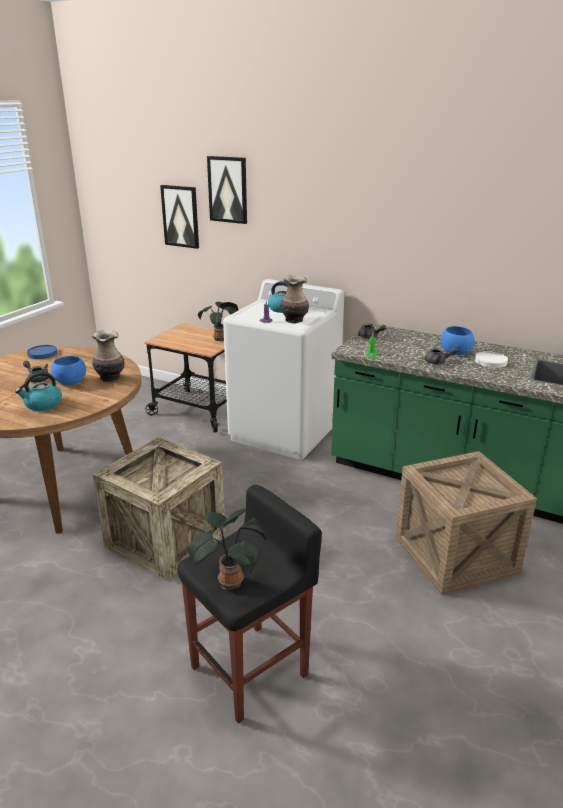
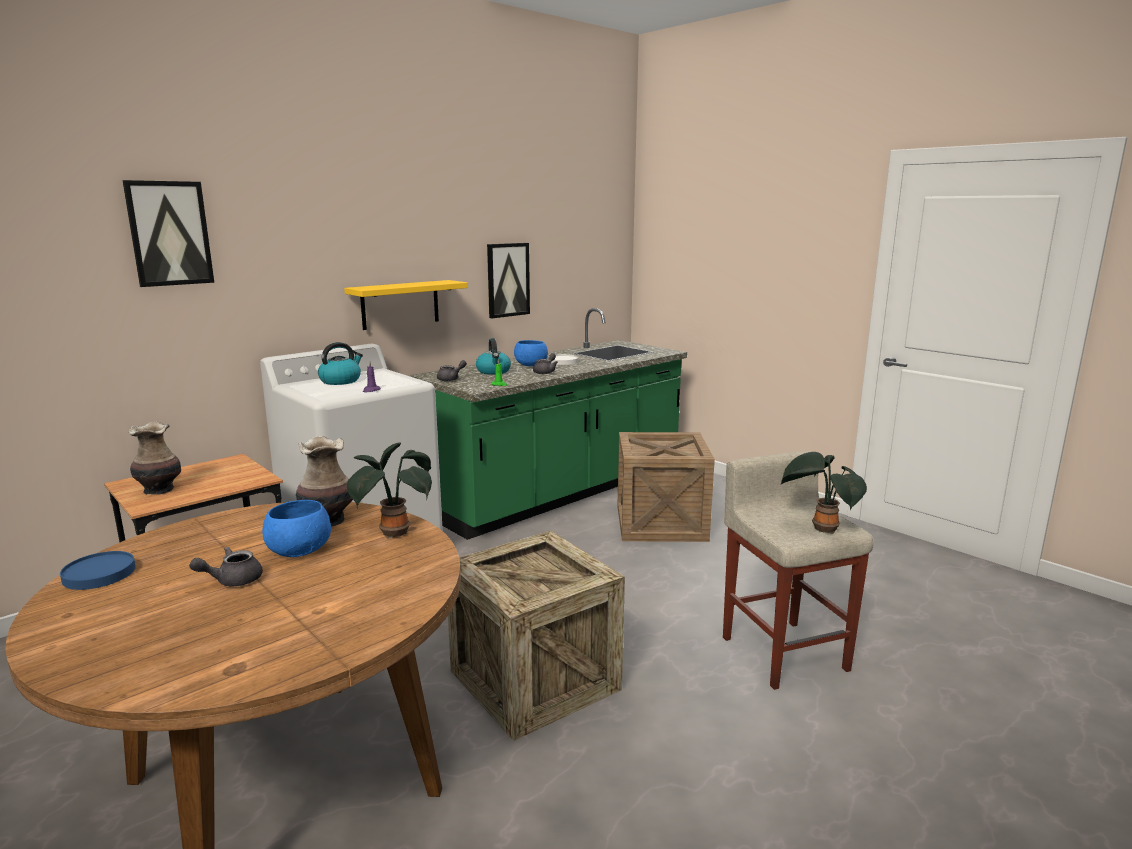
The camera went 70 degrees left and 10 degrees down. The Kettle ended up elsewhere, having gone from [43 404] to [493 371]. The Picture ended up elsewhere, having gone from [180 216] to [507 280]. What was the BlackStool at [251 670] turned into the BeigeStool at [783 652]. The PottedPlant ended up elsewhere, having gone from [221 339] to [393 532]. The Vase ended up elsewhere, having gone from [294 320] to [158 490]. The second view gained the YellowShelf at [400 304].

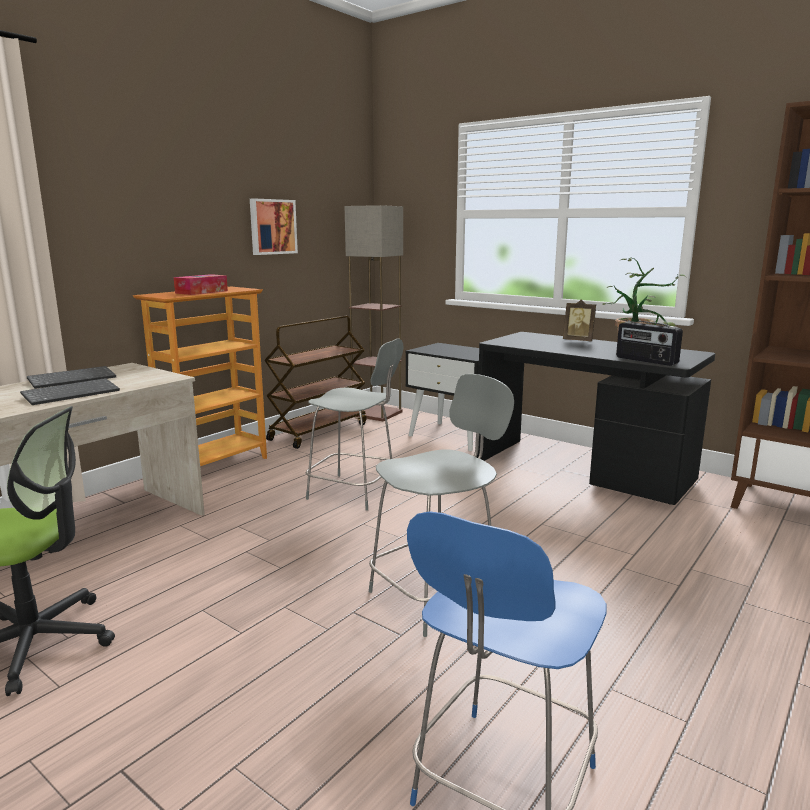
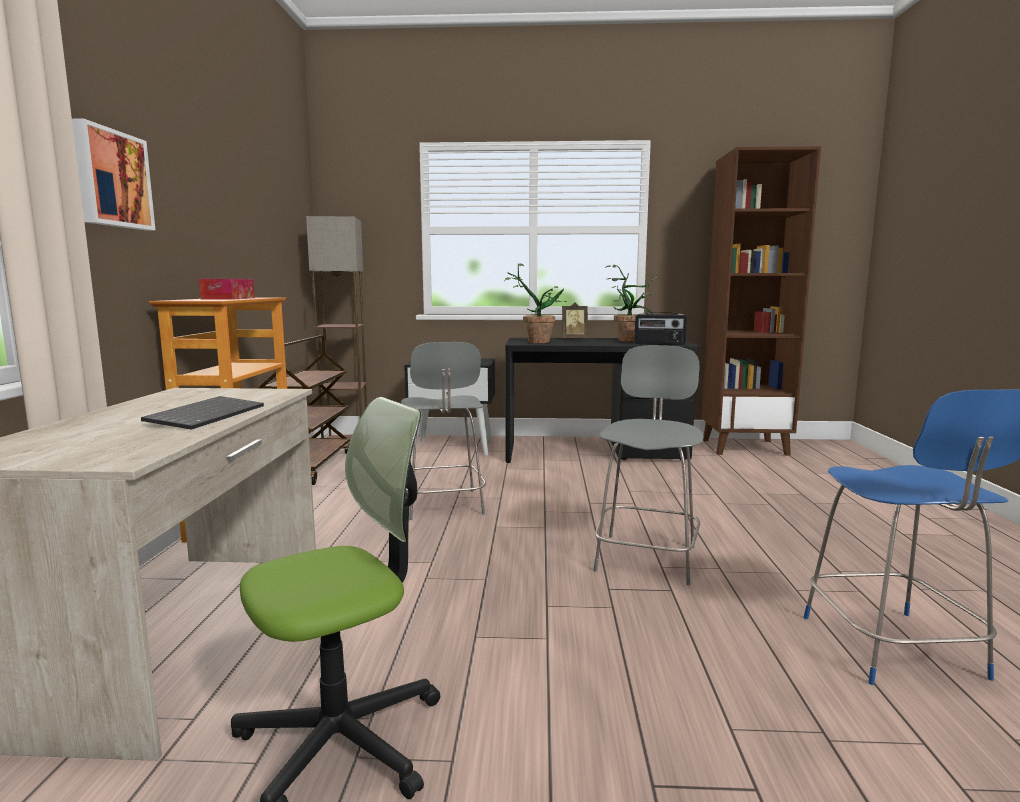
The camera went 35 degrees left and 5 degrees down. The second view lost the Keyboard at [73 379]. The Picture ended up elsewhere, having gone from [272 227] to [111 179]. The GreyChair at [355 492] ended up facing another way, 90 degrees clockwise from before. The second view gained the PottedPlant at [533 342].

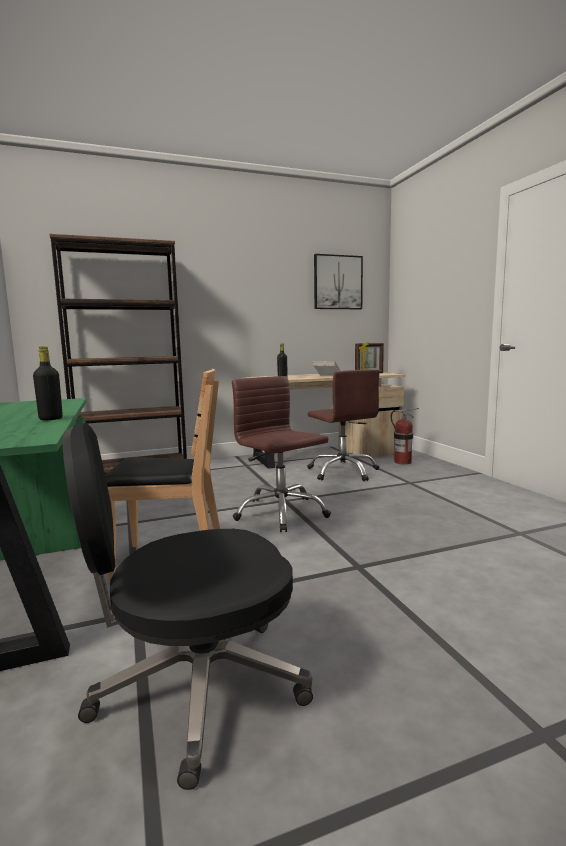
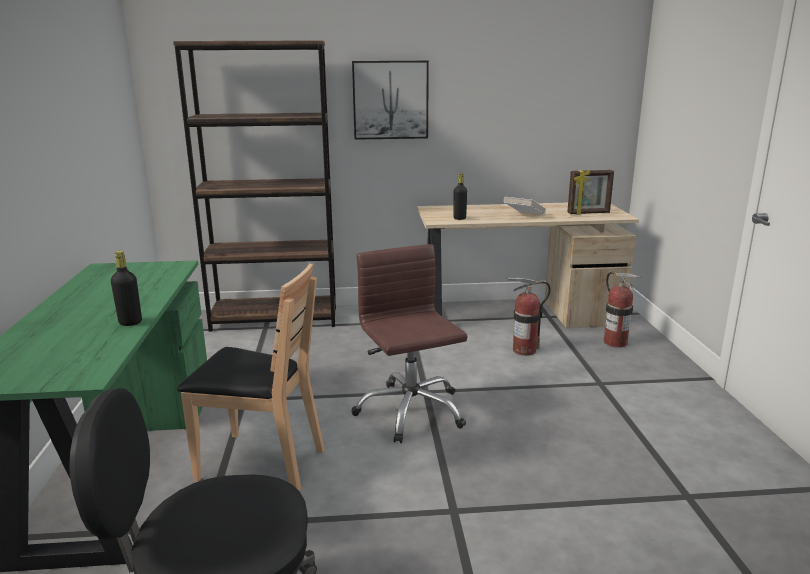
The camera went 15 degrees right and 10 degrees up. Where the BrownOfficeChair stood at [343 472], the FireExtinguisher came to stand at [524 350]. The Picture ended up elsewhere, having gone from [337 282] to [390 100].

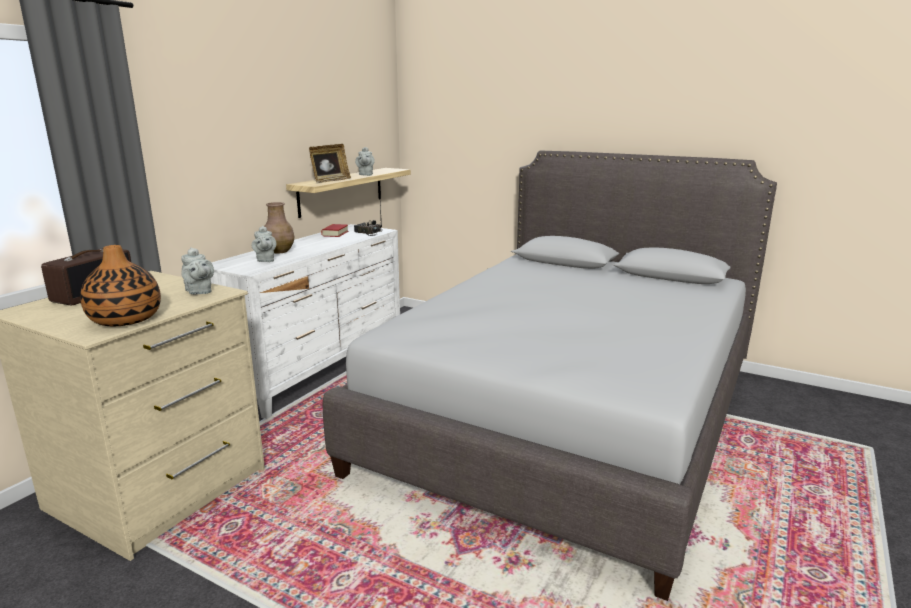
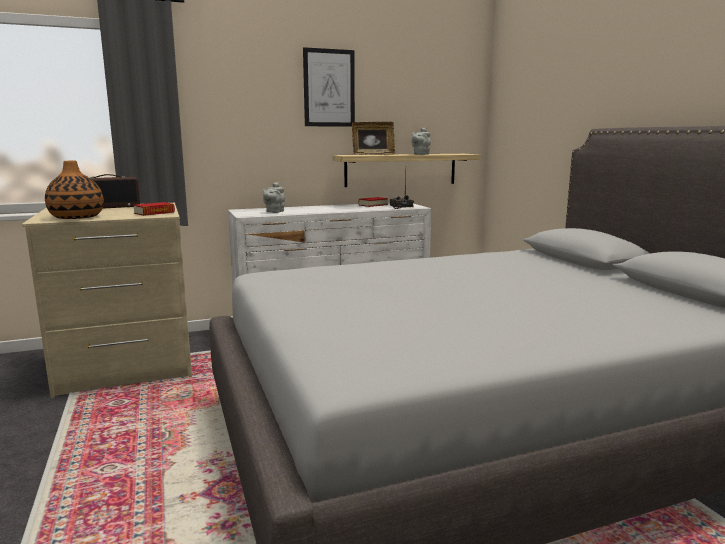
The camera went 40 degrees right and 5 degrees down. Where the GreyTeapot stood at [199 292], the Book came to stand at [154 213]. The second view lost the BrownVase at [280 251]. The second view gained the Picture at [329 88].

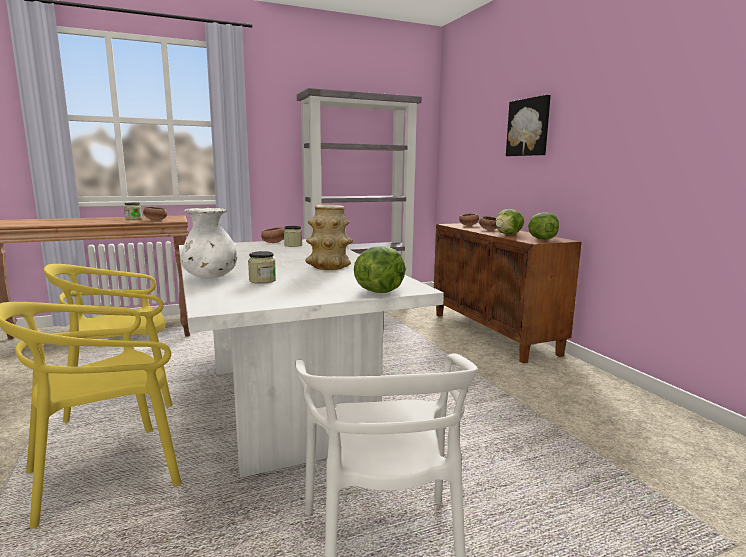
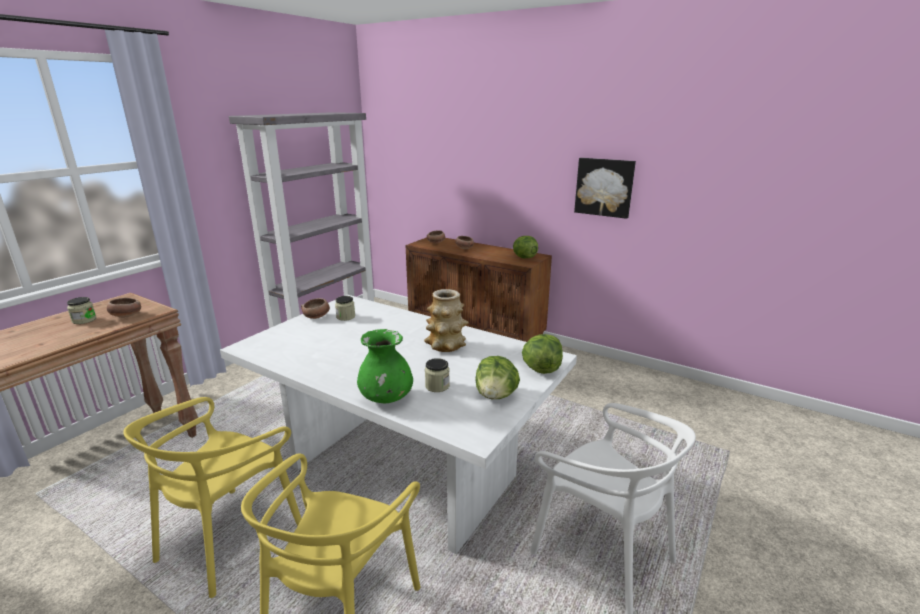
The camera went 35 degrees left and 10 degrees up. What was the WhiteVase at [210 278] turned into the GreenVase at [386 398]. The Lettuce ended up elsewhere, having gone from [508 234] to [496 396]. The Picture ended up elsewhere, having gone from [529 127] to [604 187].

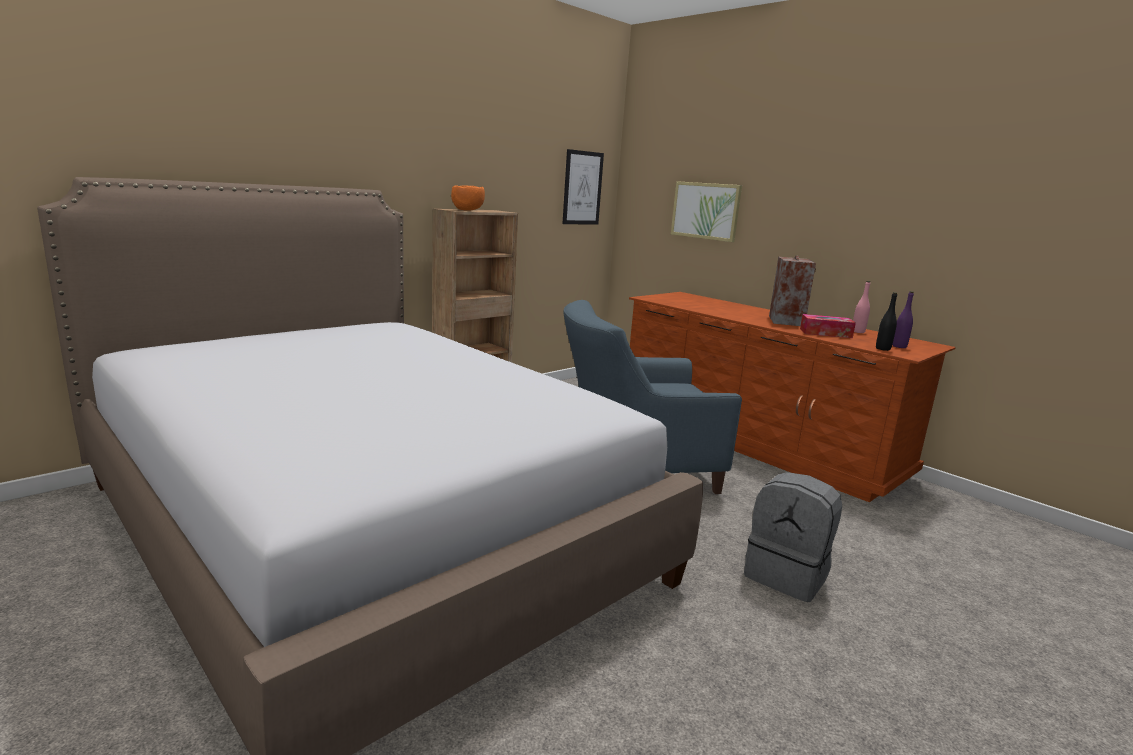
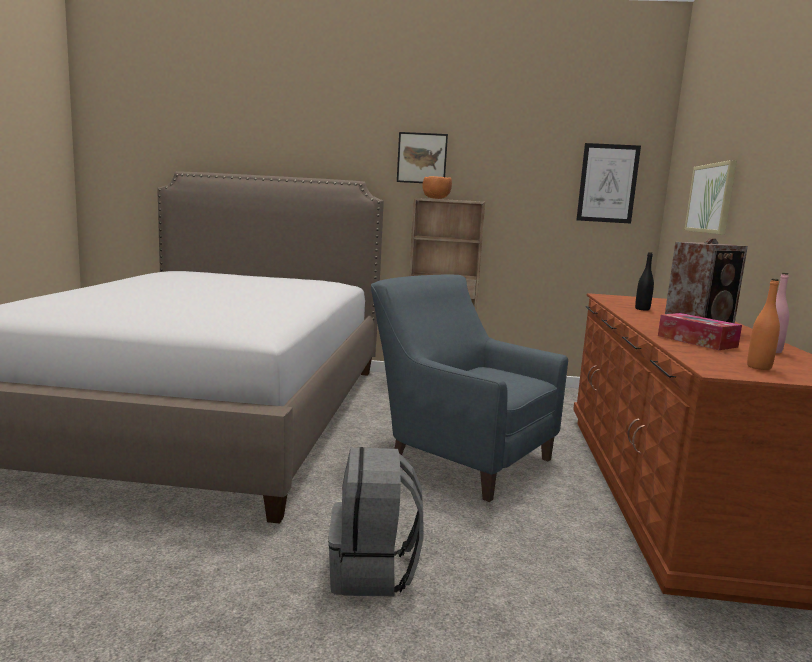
The camera went 50 degrees right and 5 degrees down. The BlackBottle ended up elsewhere, having gone from [883 349] to [642 309]. What was the PurpleBottle at [899 346] turned into the OrangeBottle at [759 367]. The second view gained the Picture at [422 158].

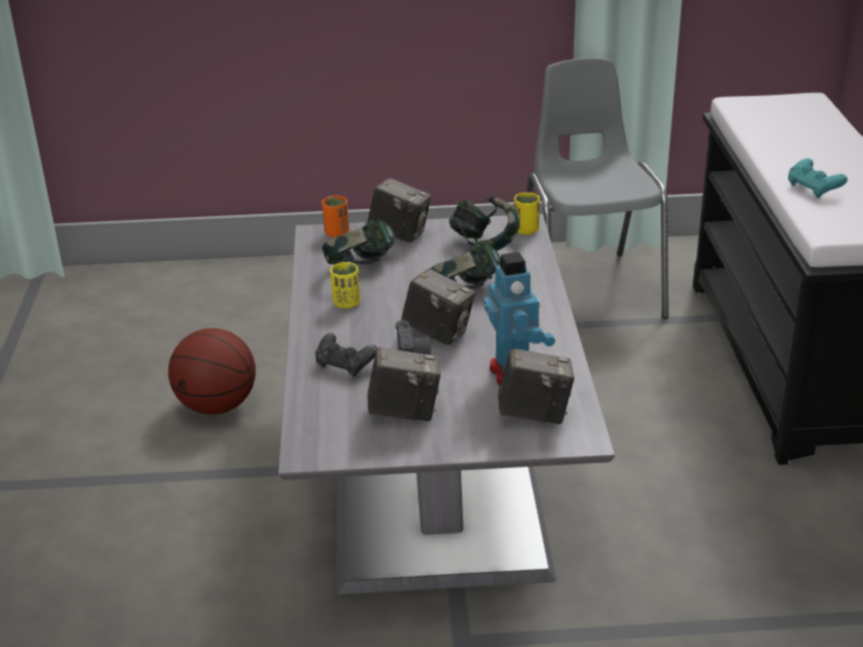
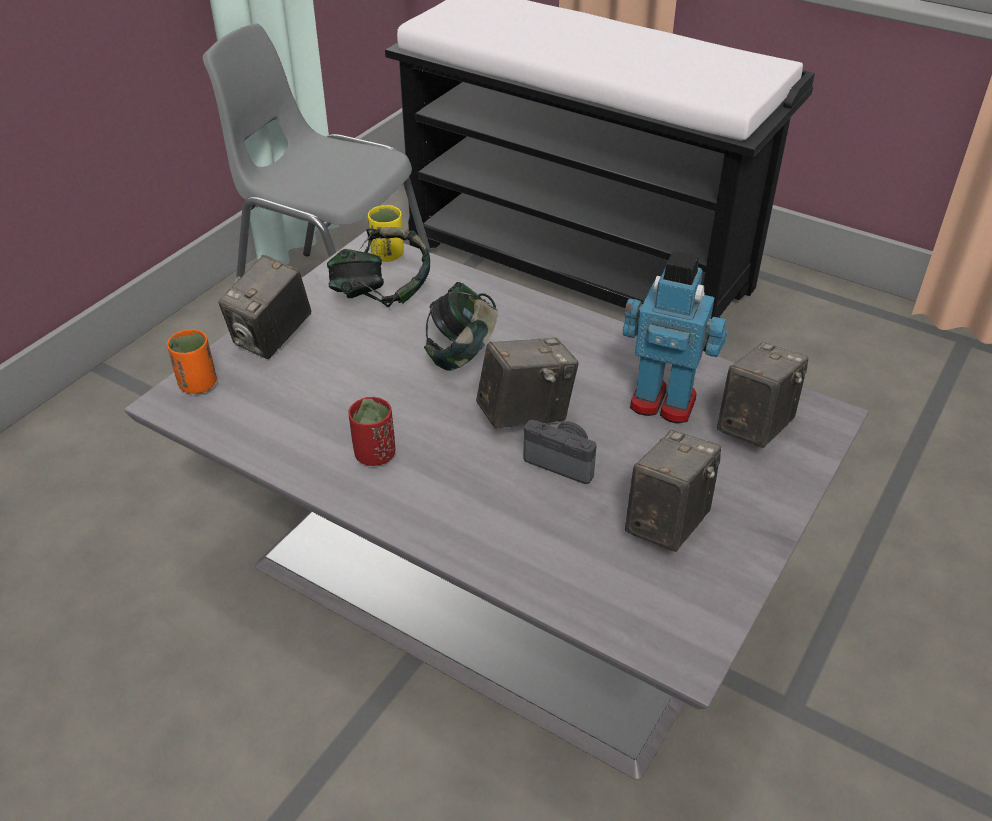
The camera went 55 degrees left and 10 degrees up. The second view lost the Basketball at [217 406]. The second view lost the BlackGameController at [345 366]. The second view lost the Headphones at [360 267]. What was the YellowCup at [346 303] turned into the RedCup at [375 455]. The PhotoCamera at [400 234] ended up facing another way, 150 degrees clockwise from before. The second view lost the TurquoiseGameController at [813 189].

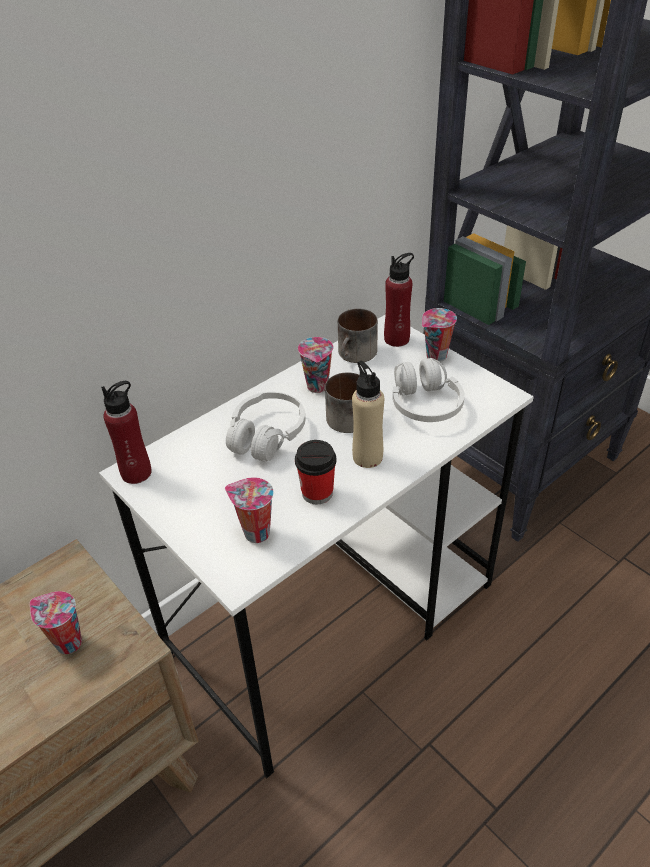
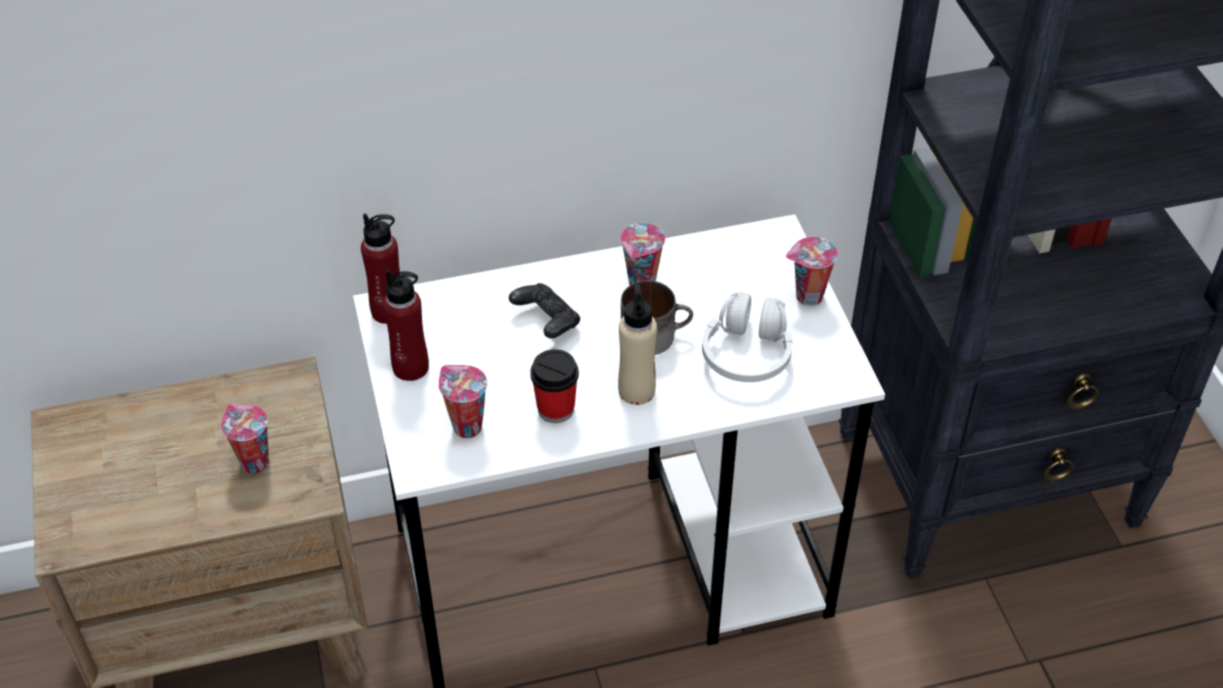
The camera went 25 degrees right and 5 degrees up. Where the WhiteHeadphones stood at [267 435], the BlackGameController came to stand at [546 321]. The second view lost the Mug at [356 355]. The RedBottle ended up elsewhere, having gone from [397 339] to [411 367].

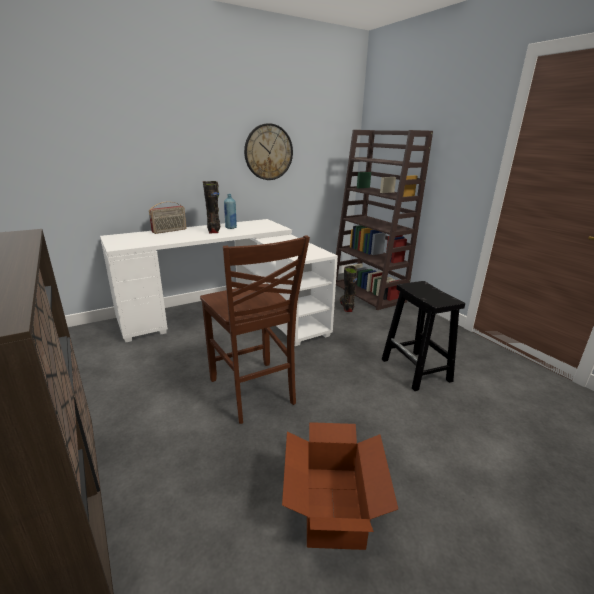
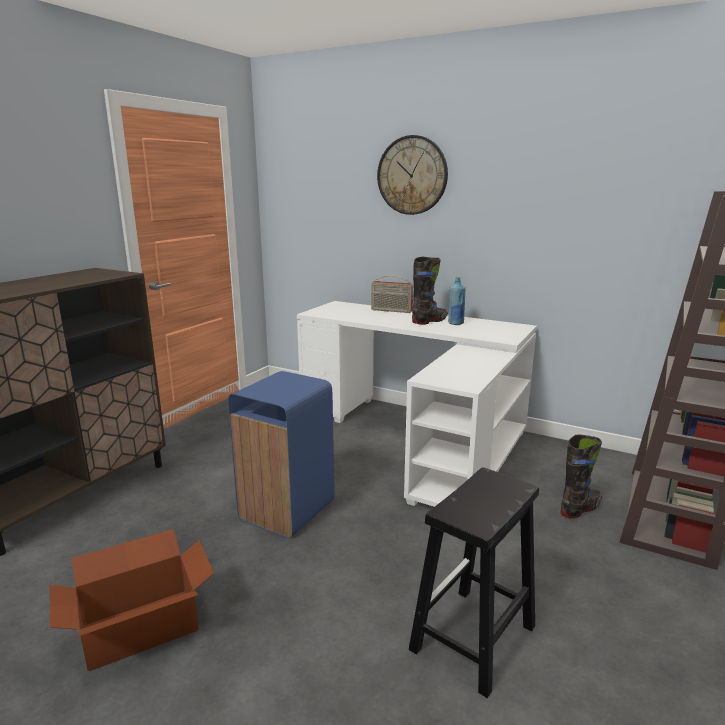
The camera went 60 degrees right and 5 degrees down. Where the BrownChair stood at [253 392], the BlueTrashCan came to stand at [286 510]. The WallClock ended up elsewhere, having gone from [268 152] to [412 175].

